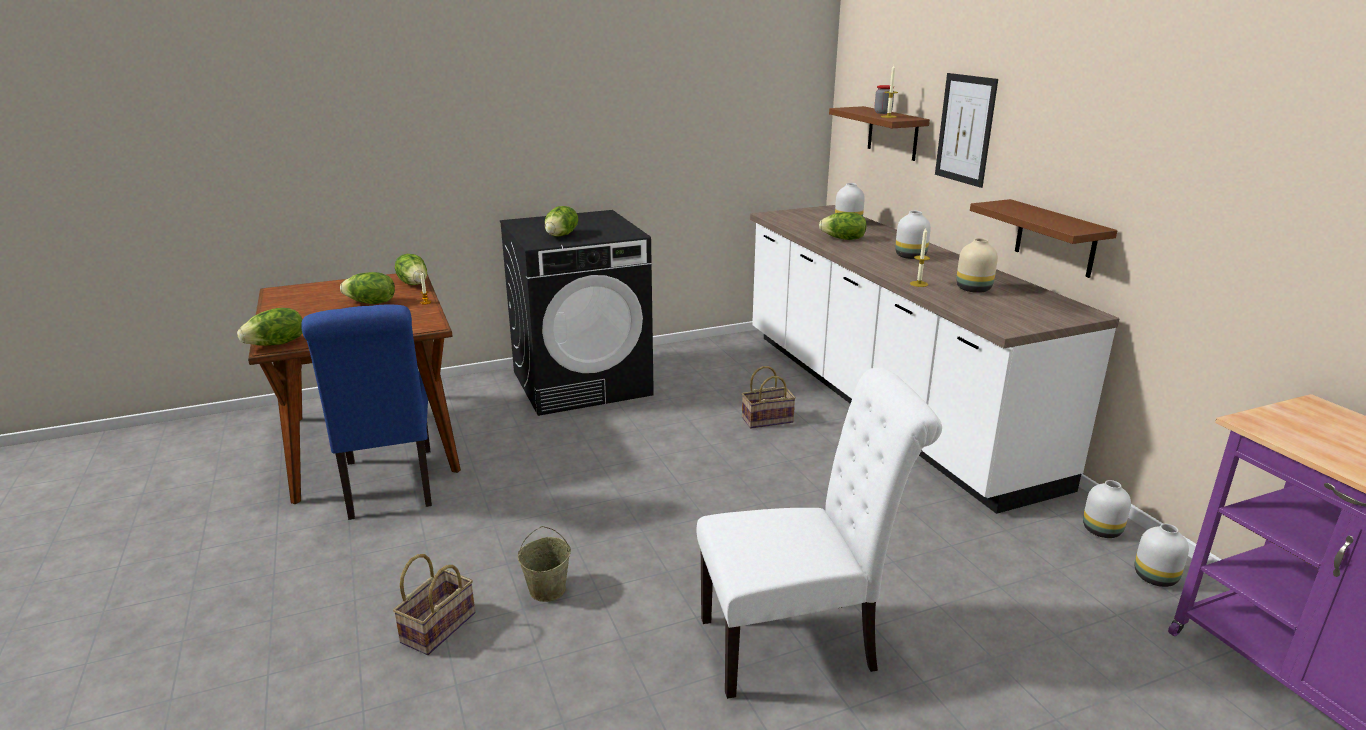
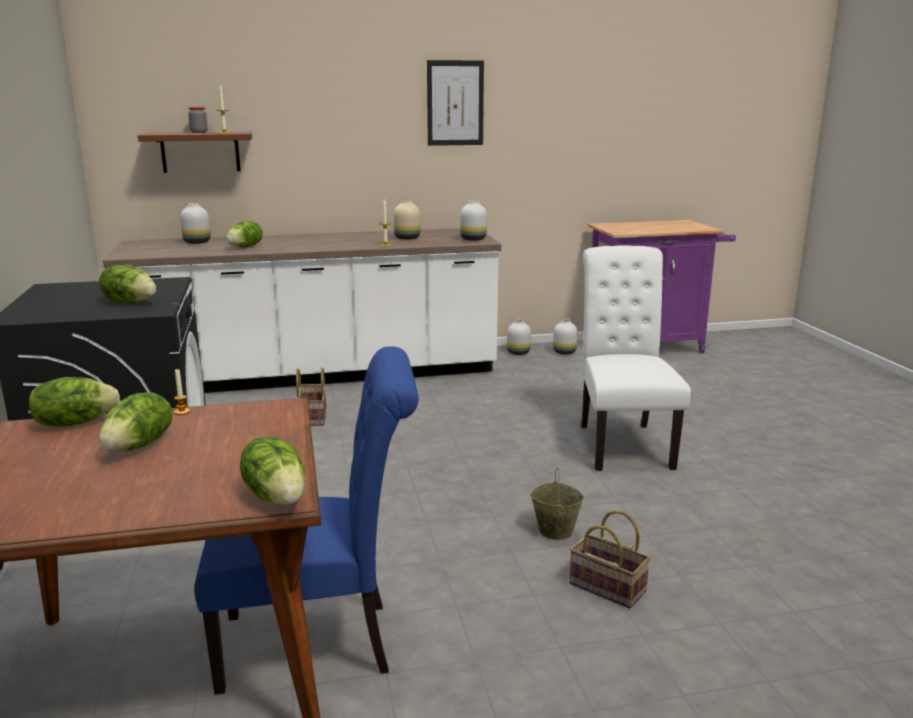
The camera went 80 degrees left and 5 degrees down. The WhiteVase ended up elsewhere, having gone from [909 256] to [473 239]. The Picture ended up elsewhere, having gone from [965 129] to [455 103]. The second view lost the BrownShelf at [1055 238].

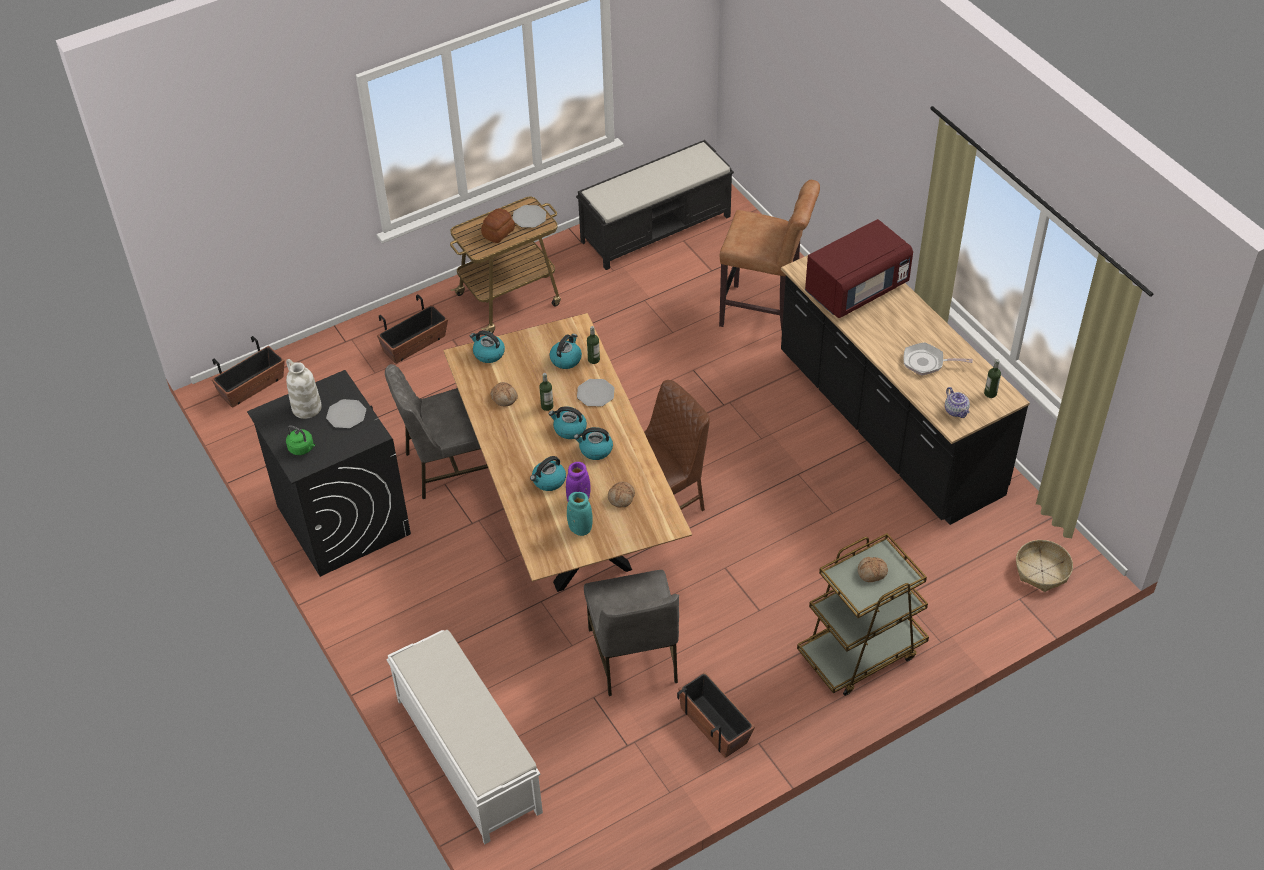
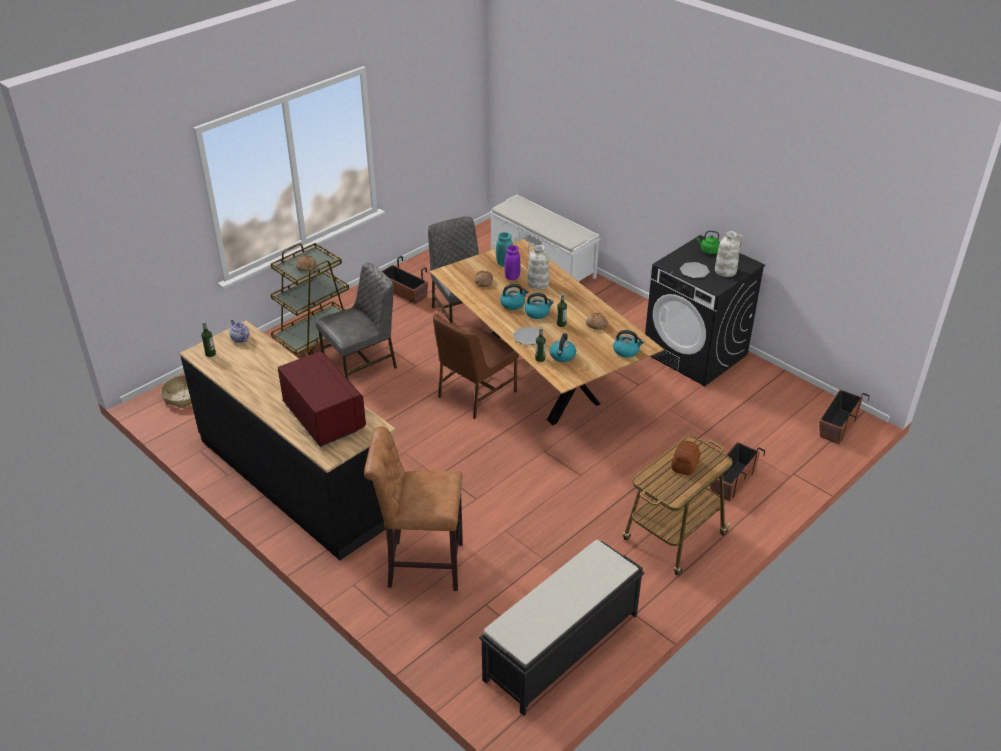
The camera went 165 degrees right and 10 degrees down. The GreyChair ended up elsewhere, having gone from [448 466] to [361 365]. The second view lost the Plate at [529 217]. Where the Kettle stood at [548 481], the WhiteVase came to stand at [537 283]. The RedMicrowave at [856 289] ended up facing another way, 105 degrees clockwise from before. The second view lost the FryingPan at [927 362].

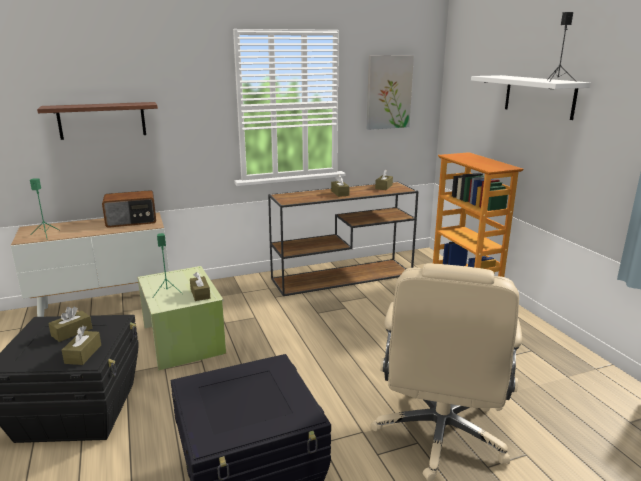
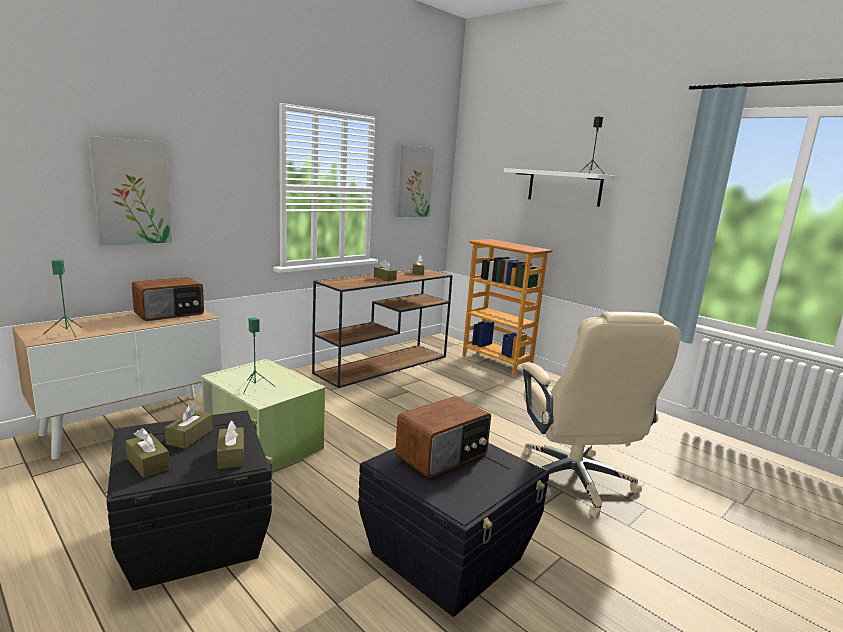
The camera went 25 degrees left and 5 degrees down. Where the Shelf hung at [102 120], the Picture came to hang at [131 192]. The BrownTissueBox ended up elsewhere, having gone from [200 294] to [148 463]. The second view gained the Radio at [443 455].

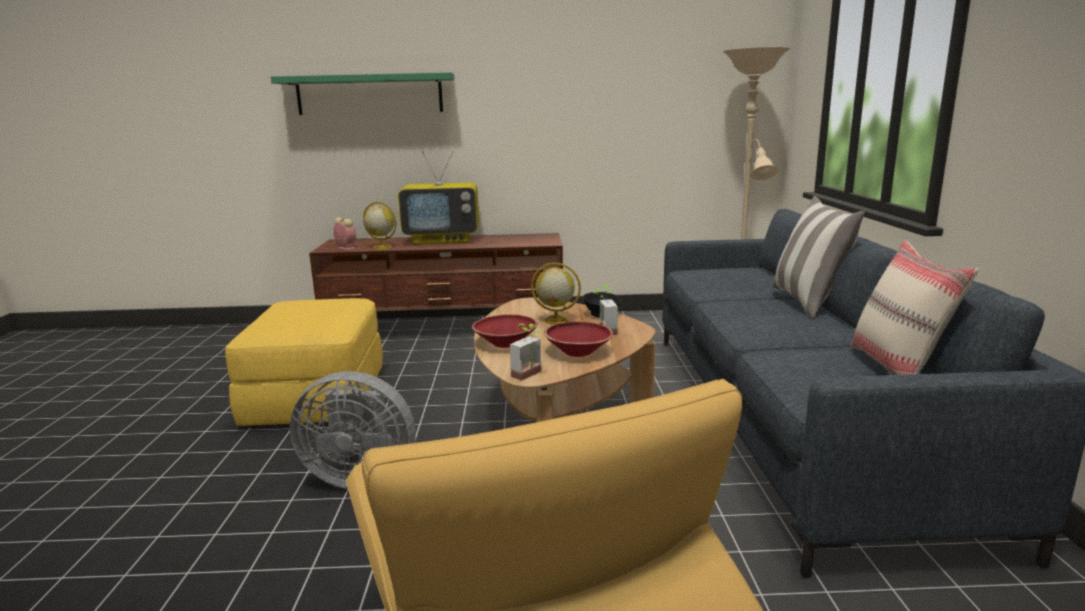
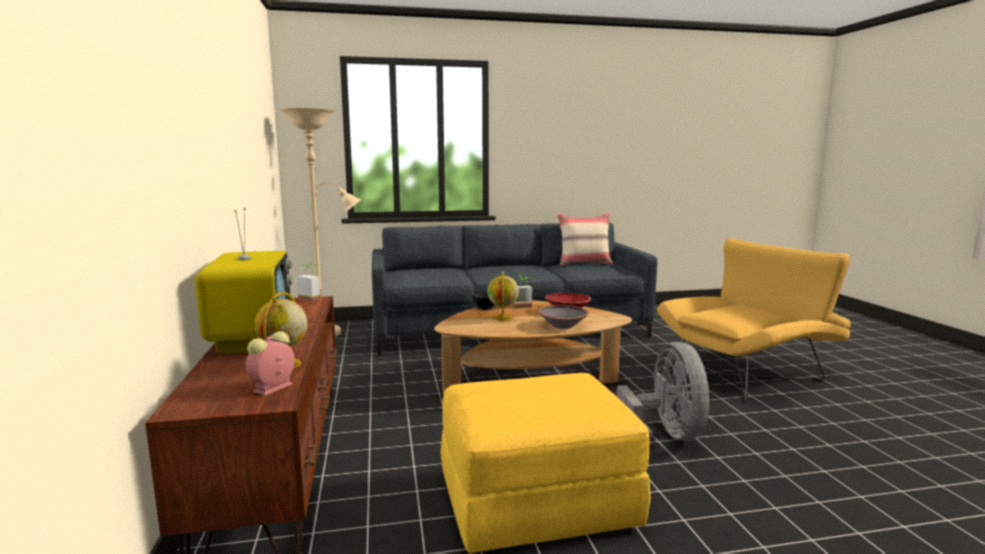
The camera went 100 degrees left and 5 degrees down. The second view lost the GreenShelf at [369 94]. What was the RedBowl at [506 343] turned into the GreyBowl at [562 326]. The PottedPlant ended up elsewhere, having gone from [531 375] to [312 298]. The second view lost the Pillow at [808 302].

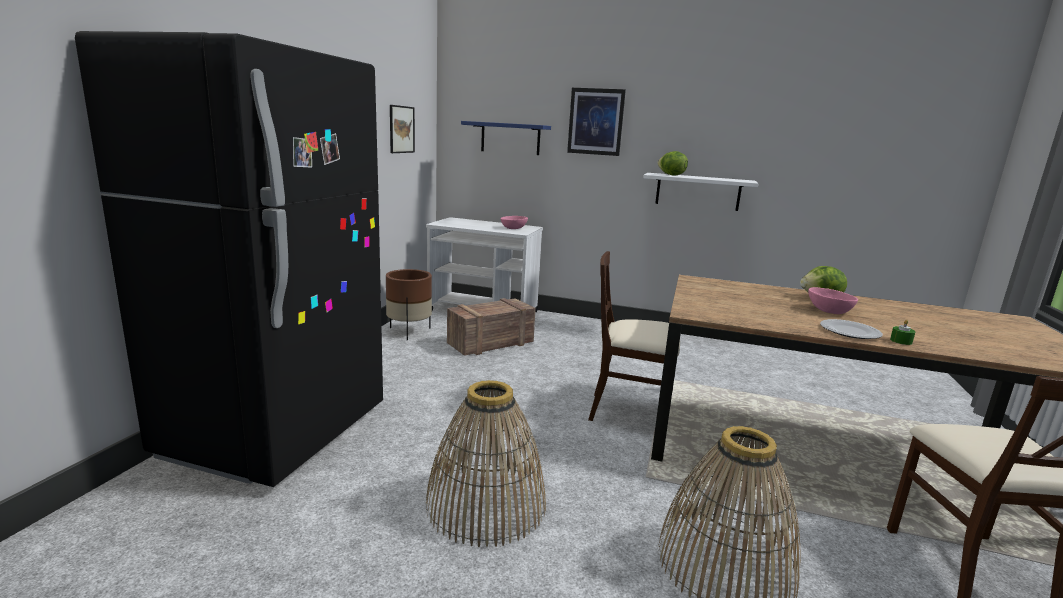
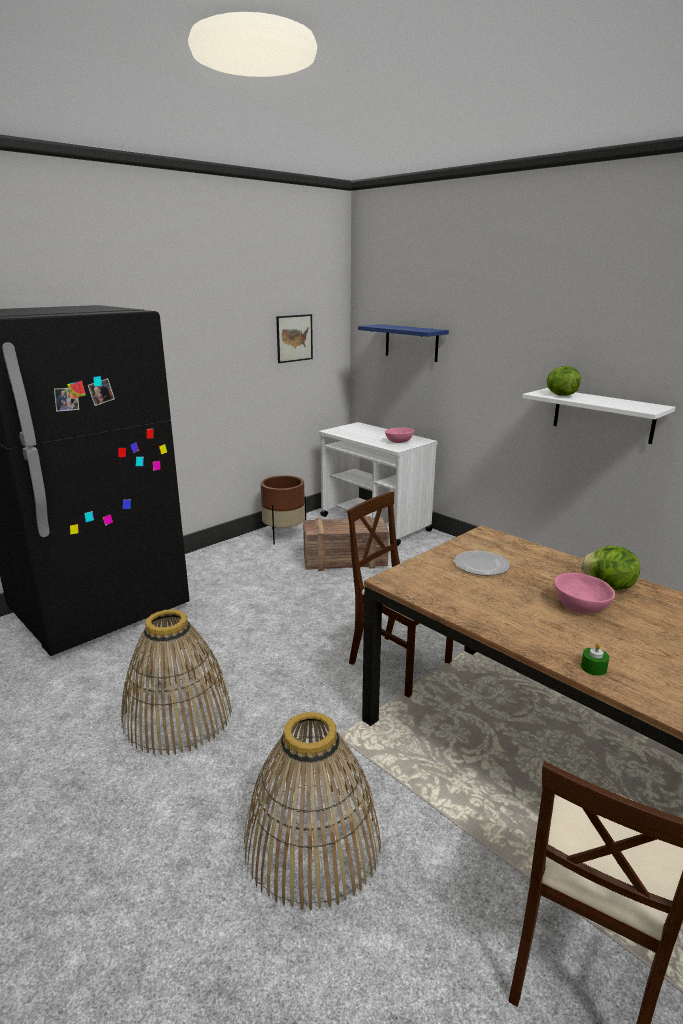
The camera went 30 degrees right and 5 degrees up. The second view lost the Picture at [595 122]. The Plate ended up elsewhere, having gone from [850 332] to [482 565].

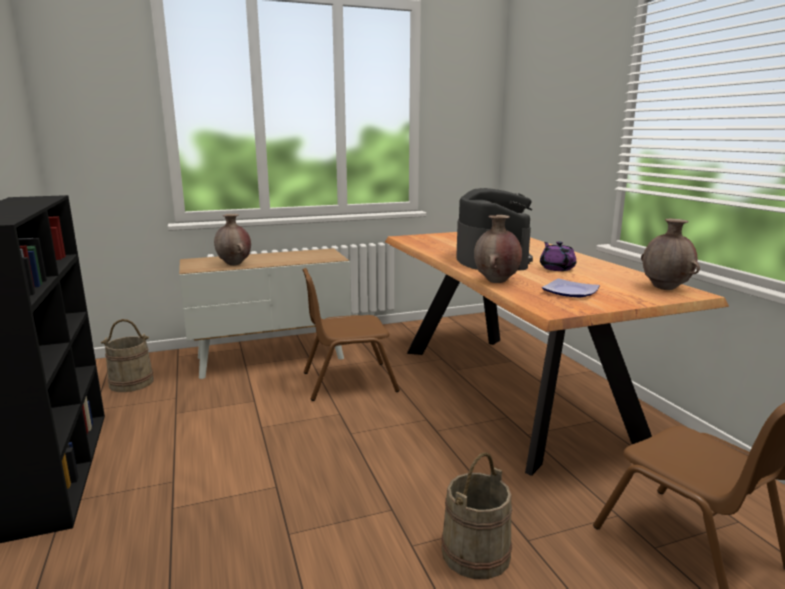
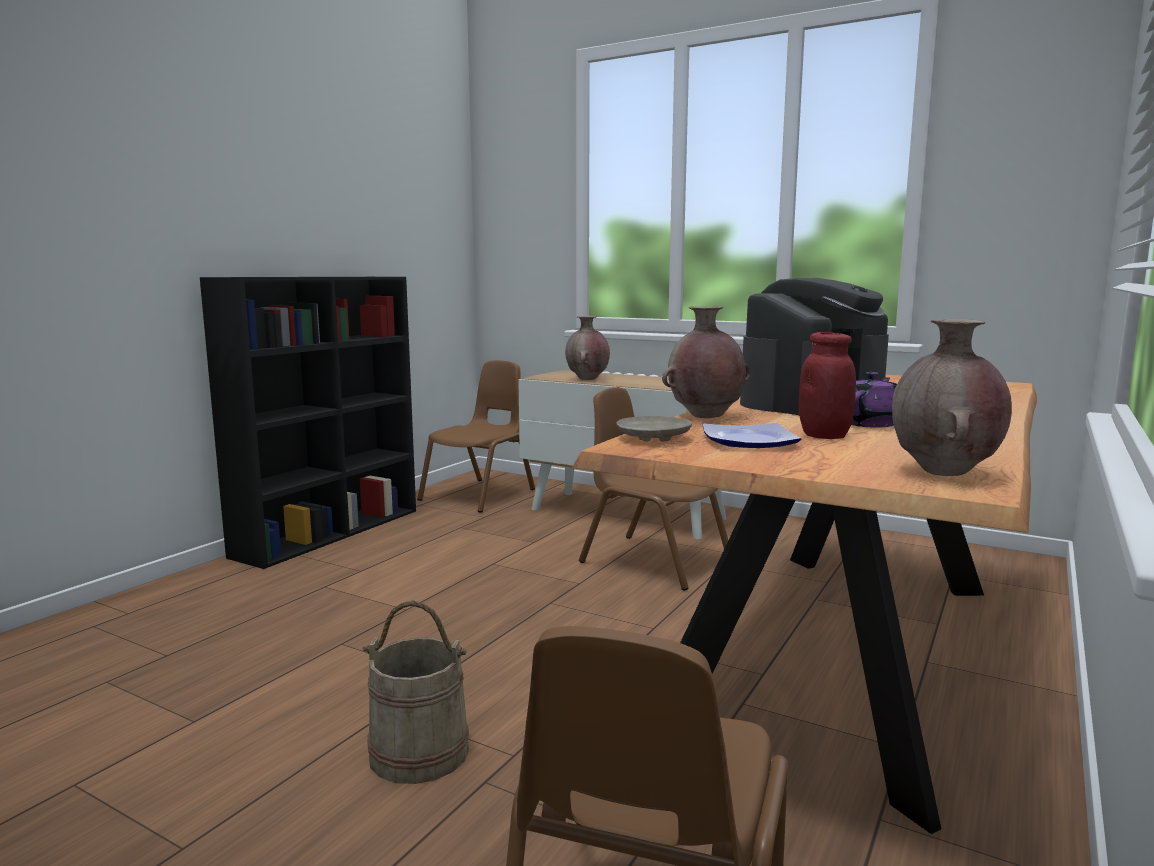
The camera went 50 degrees right and 5 degrees down. Where the BeigeBucket stood at [131 382], the BrownChair came to stand at [479 495]. The second view gained the BeigePlate at [652 438]. The second view gained the RedJar at [824 436].

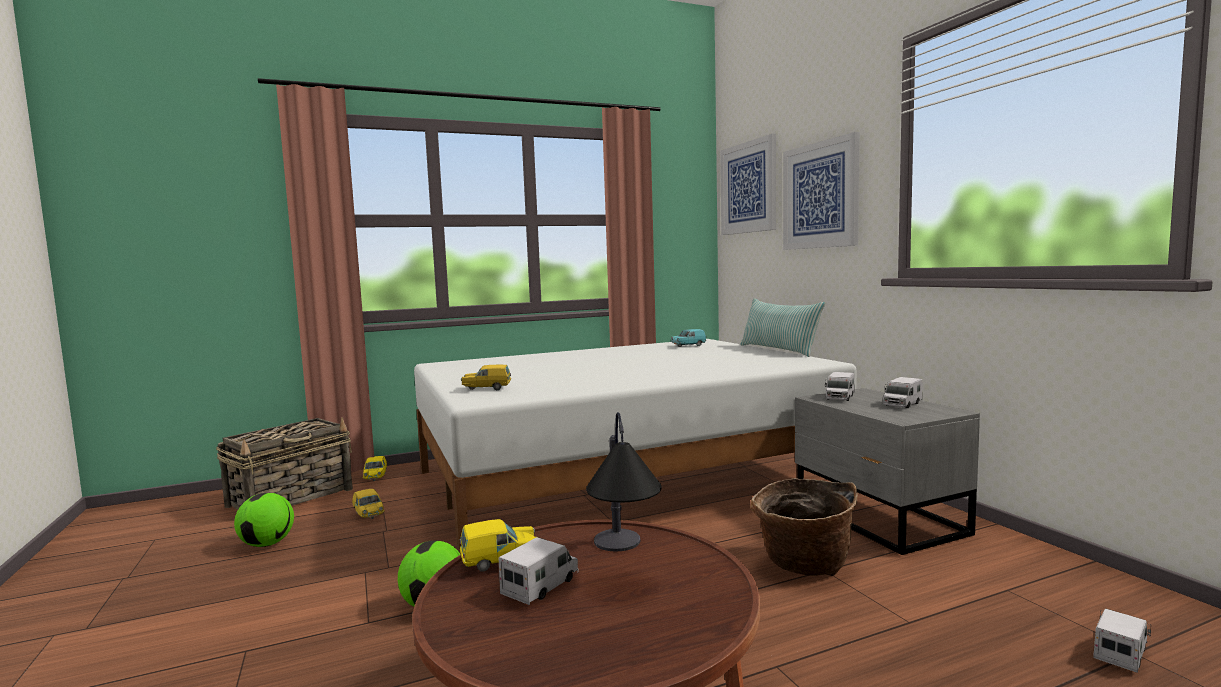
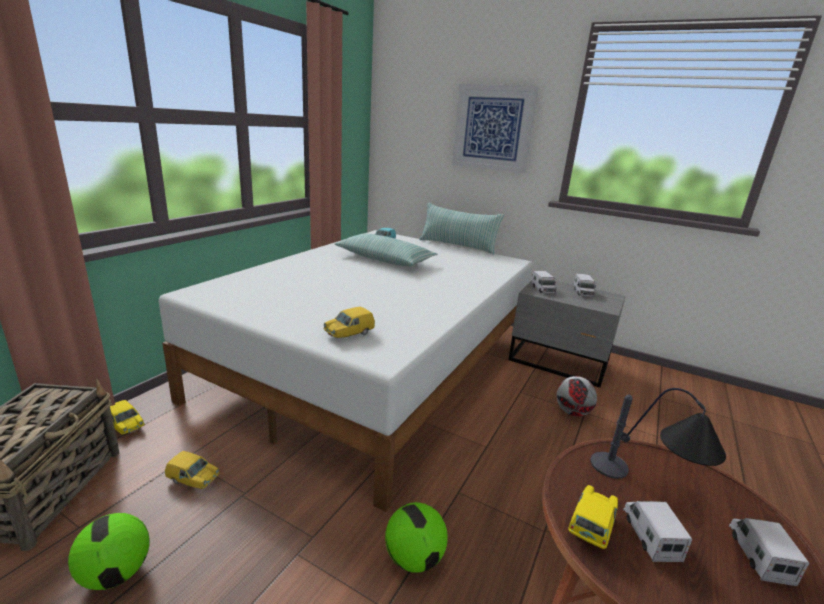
The camera went 40 degrees left and 15 degrees up. The second view lost the Picture at [748 188]. Where the Basket stood at [803 565], the Football came to stand at [571 412]. The ToyTruck ended up elsewhere, having gone from [1120 653] to [759 556]. The second view gained the Pillow at [384 259].

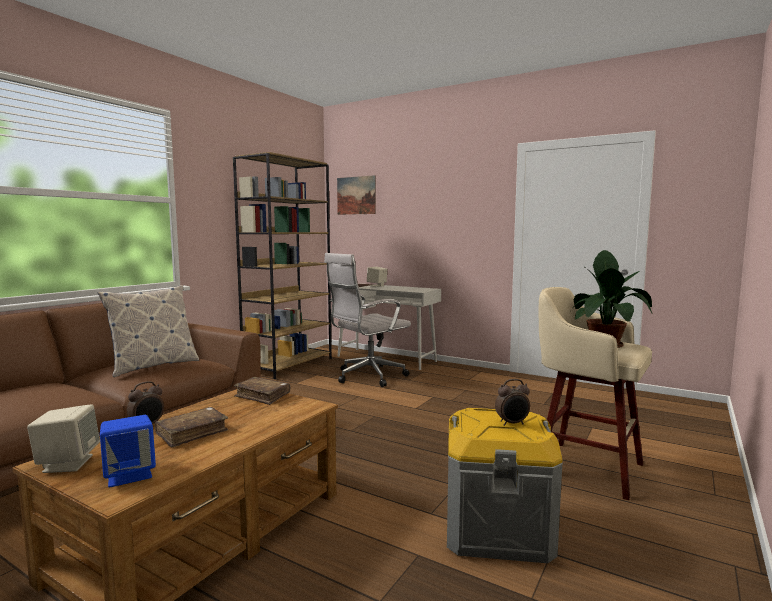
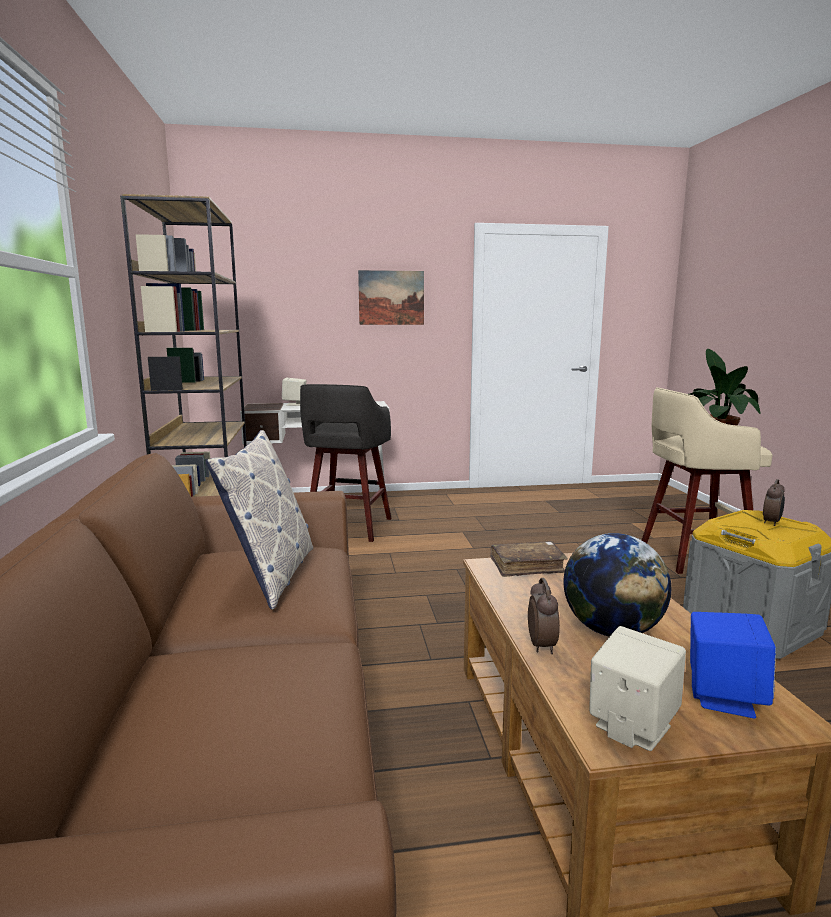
The camera went 40 degrees left and 5 degrees up. Where the BrownBook stood at [192 433], the Globe came to stand at [612 630]. Where the WhiteOfficeChair stood at [367 377], the GreyStool came to stand at [348 528]. The Picture ended up elsewhere, having gone from [356 195] to [391 298].

